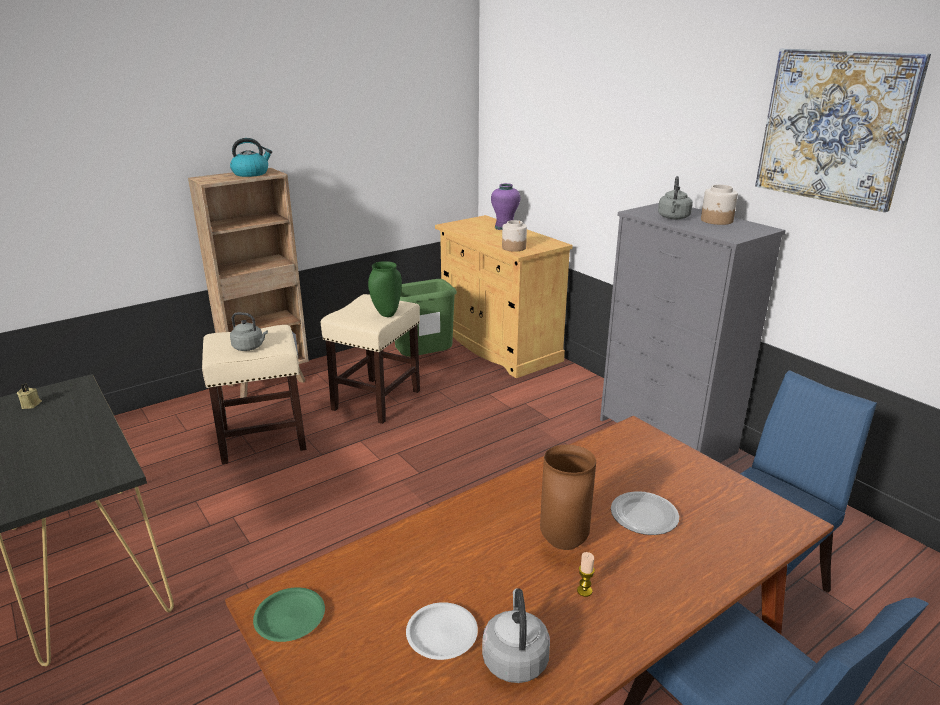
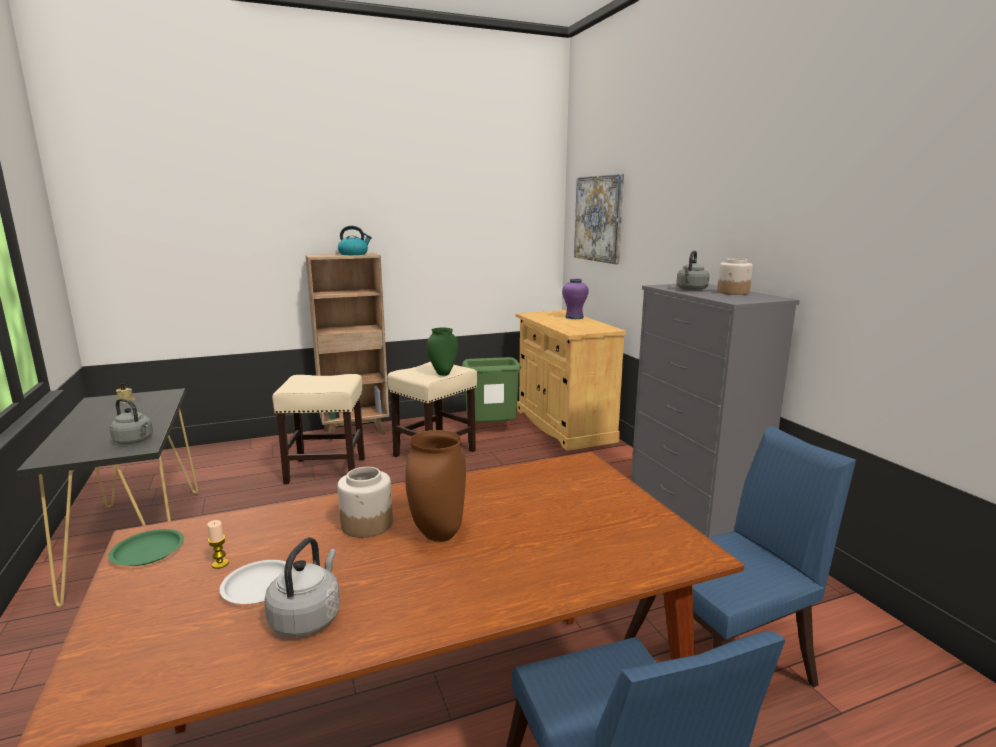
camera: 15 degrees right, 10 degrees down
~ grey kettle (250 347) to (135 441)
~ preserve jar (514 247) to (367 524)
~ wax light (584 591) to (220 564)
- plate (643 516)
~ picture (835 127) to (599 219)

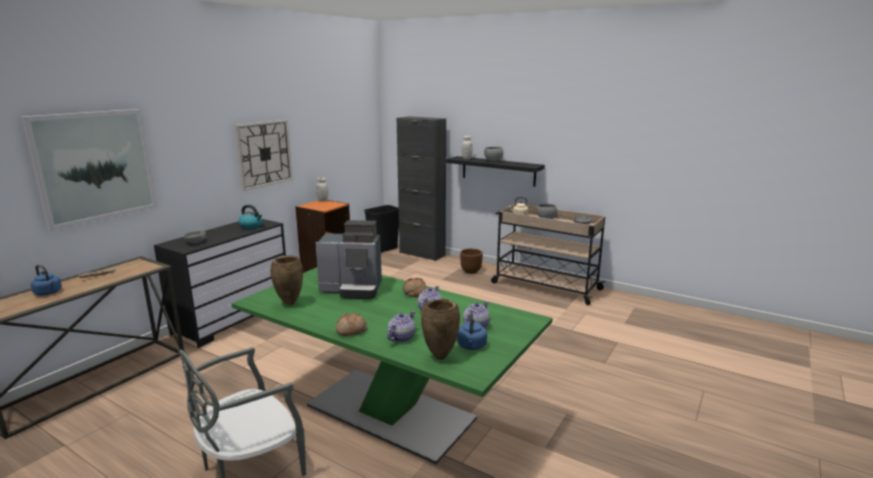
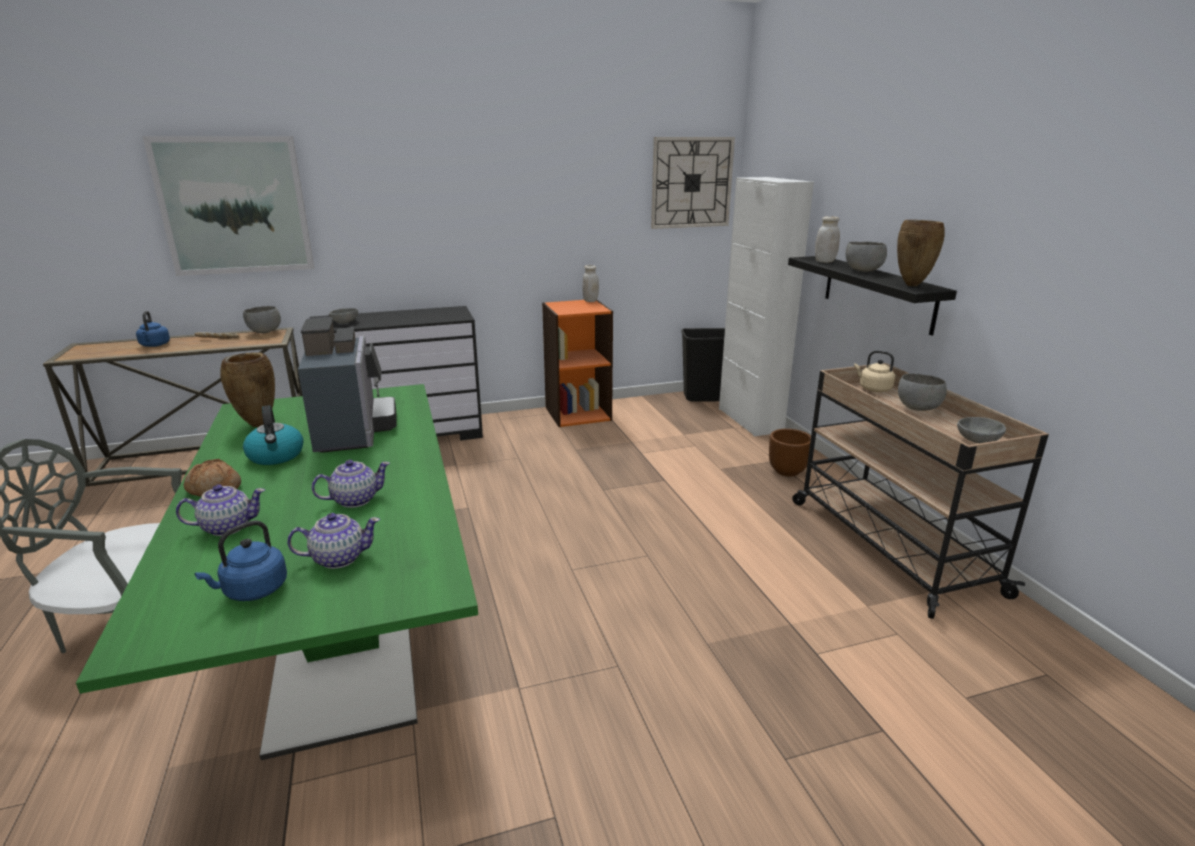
camera: 40 degrees right, 5 degrees up
~ clock on the wall (264 154) to (691 182)
~ kettle (251 226) to (276 456)
~ coffee brewer (353 289) = (353 431) 150 degrees counterclockwise
~ black-coloured cabinet (422 254) to white cabinet (750 420)
- baked bread (414 292)
~ brown-coloured decorative vase (440 356) to (912 285)
+ grey deep dish (264 332)

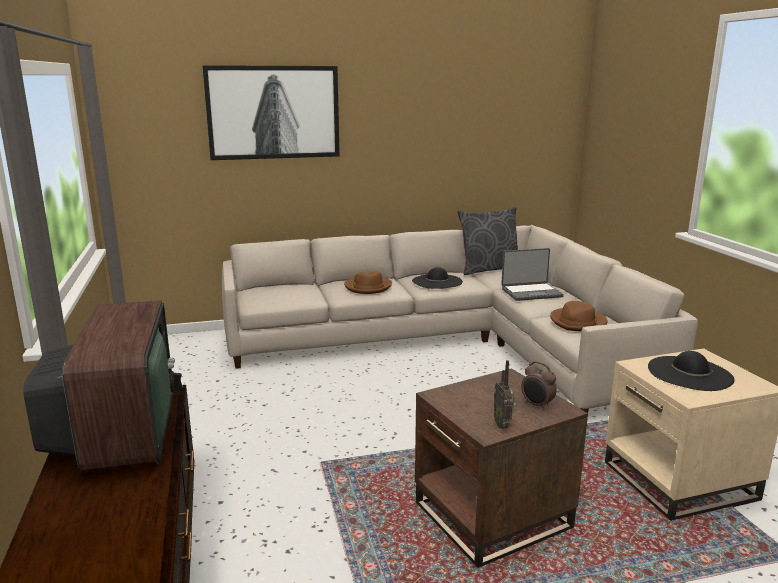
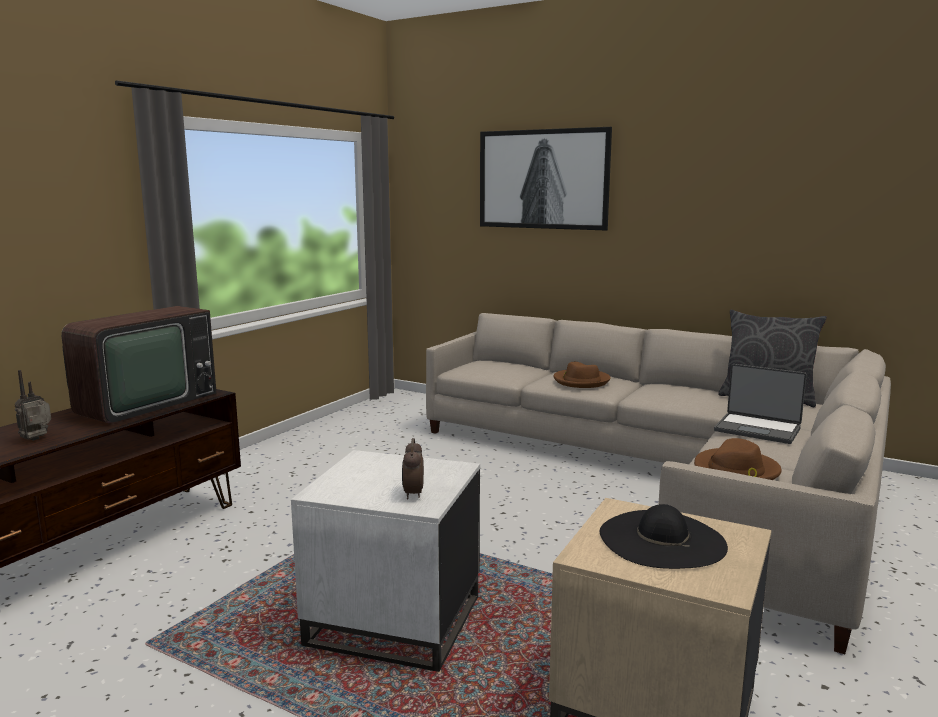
camera: 45 degrees right, 5 degrees down
- black-coloured hat (437 281)
~ brown-coloured side table (493 516) to white side table (393 622)
~ radio (503 425) to (38 439)

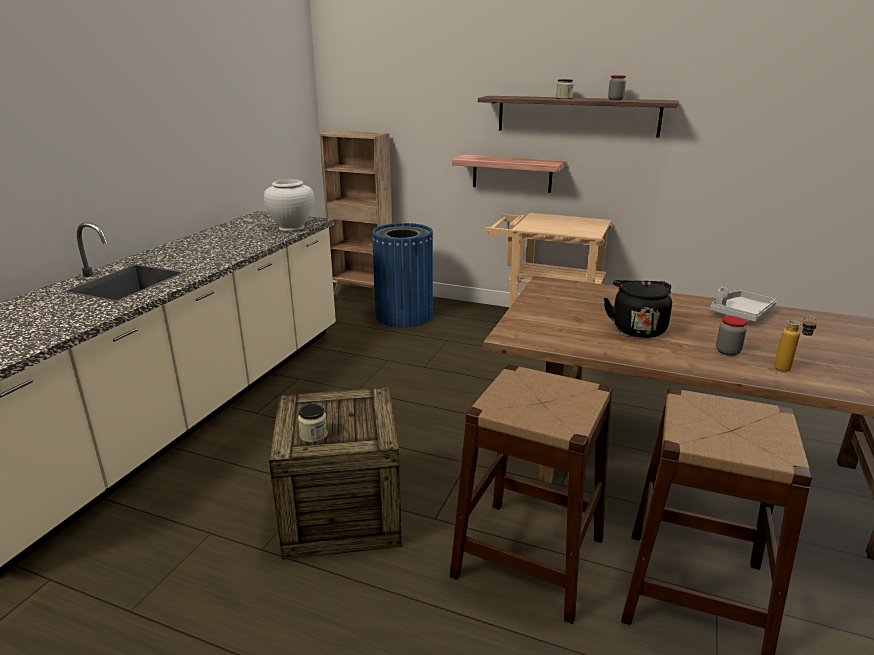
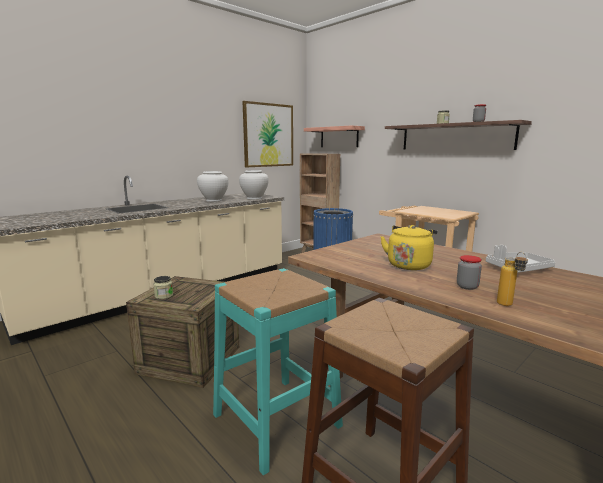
camera: 25 degrees right, 10 degrees down
~ brown-coloured stool seat (529 556) to turquoise-coloured stool seat (276 420)
~ shelf (512 173) to (339 137)
~ black-coloured kettle (637 328) to yellow-coloured kettle (409 265)
+ white decorative vase (214 200)
+ picture (268 135)

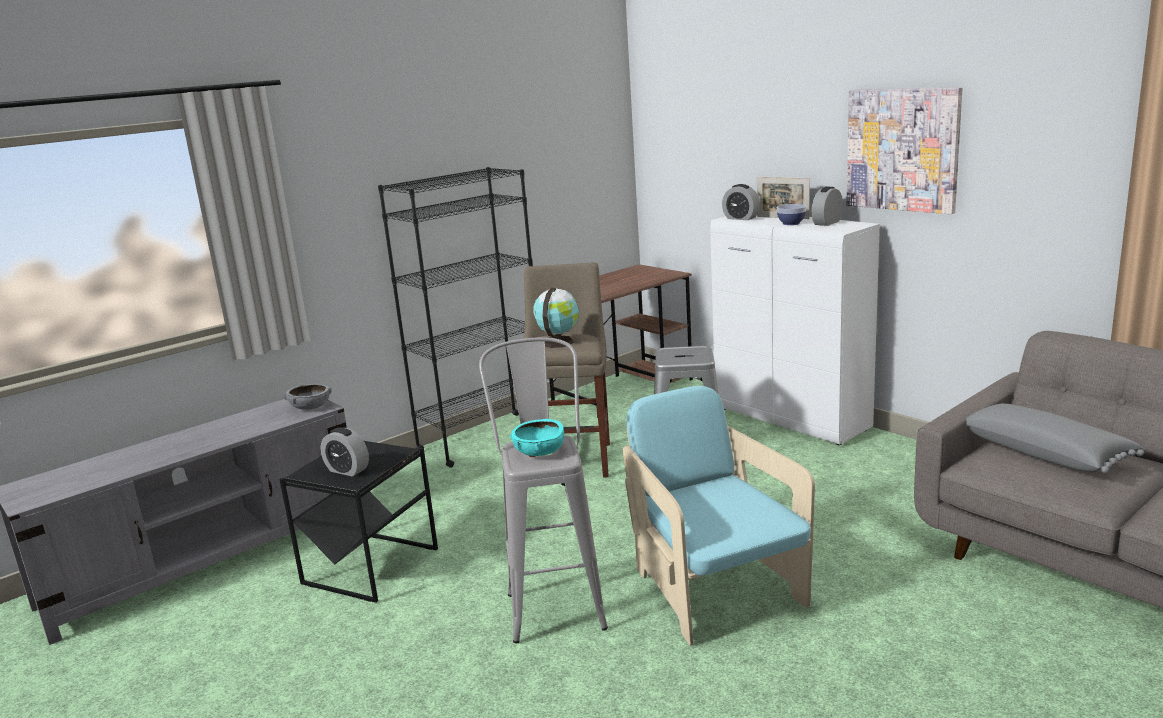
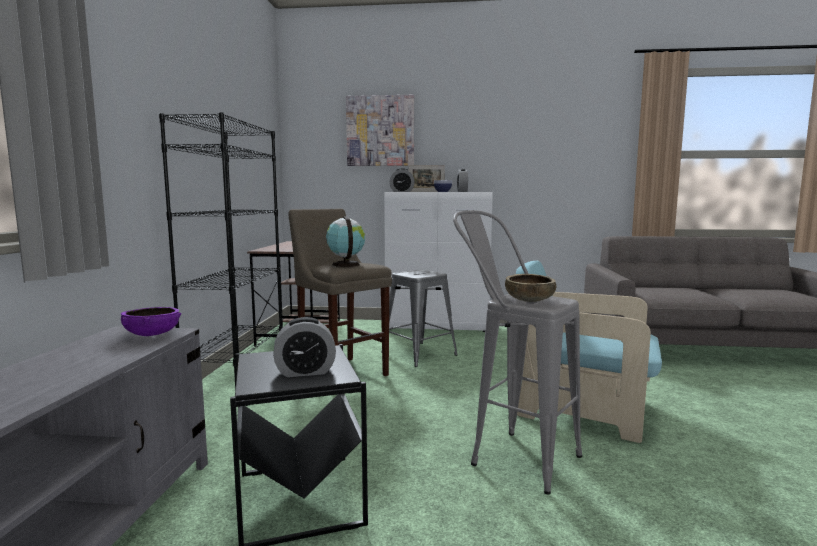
camera: 45 degrees left, 10 degrees down
~ grey deep dish (310 407) to purple deep dish (151 334)
~ turquoise-coloured deep dish (539 452) to brown-coloured deep dish (529 300)
~ picture (902 149) to (380 131)
- grey cushion (1045 453)

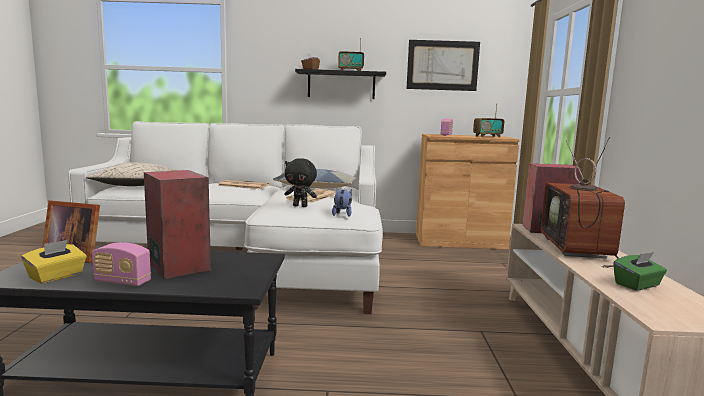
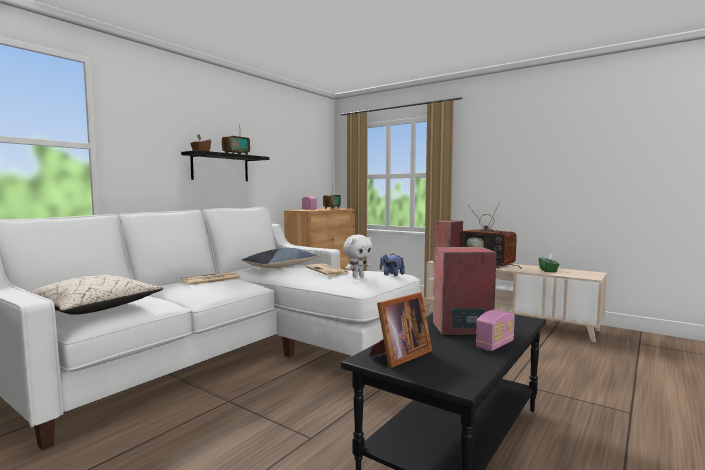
camera: 55 degrees left, 5 degrees down
- yellow-coloured tissue box (57 276)
~ black-coloured cuddly toy (300 206) to white cuddly toy (357 276)
- picture (442 65)

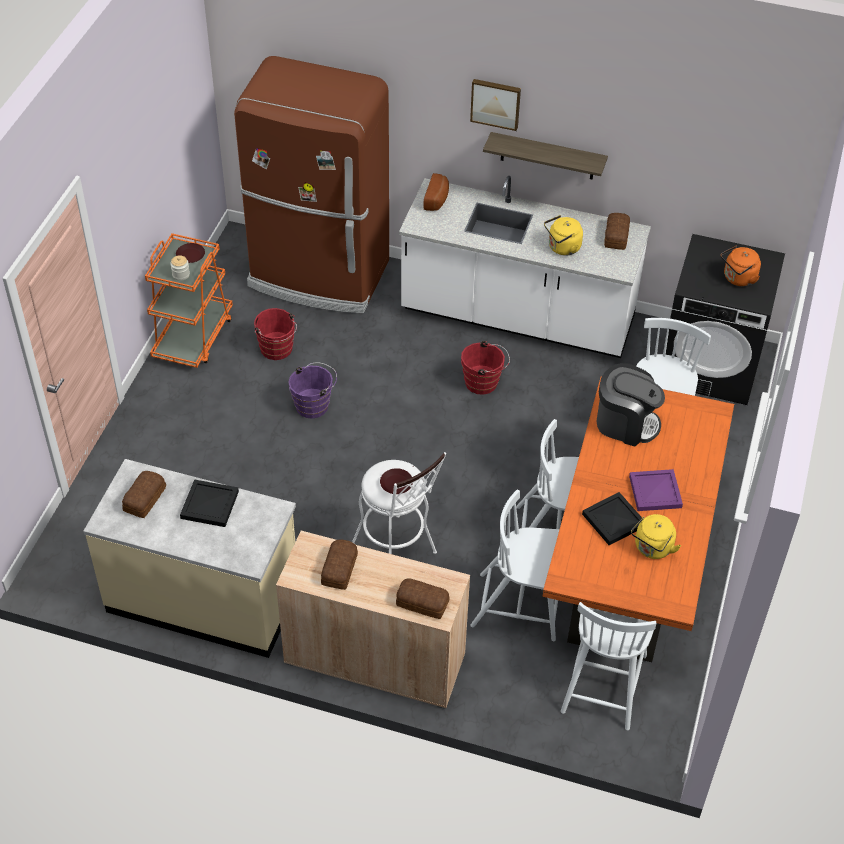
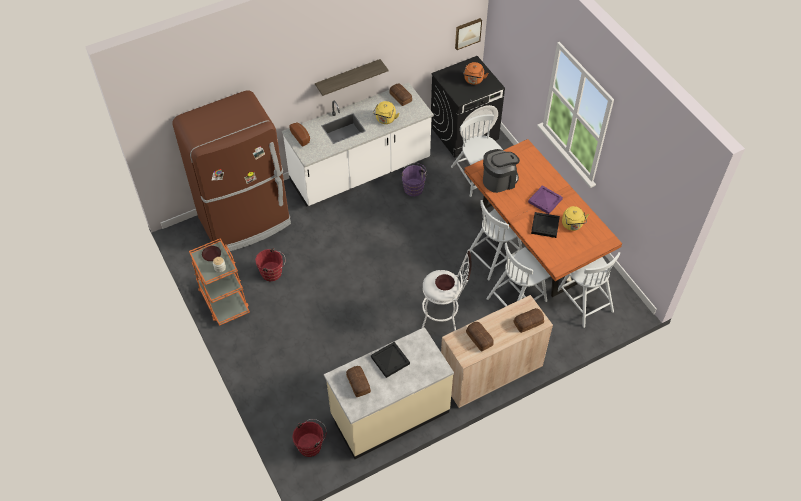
camera: 45 degrees left, 5 degrees up
~ purple pail (314 405) to (414 187)
~ red-coloured pail (484 383) to (311 445)
~ picture (496 103) to (467 33)

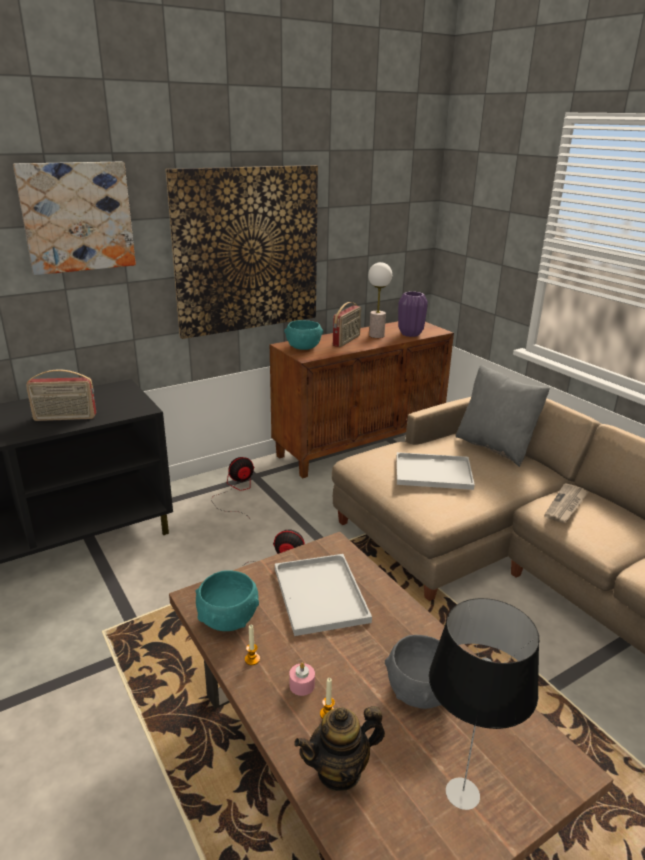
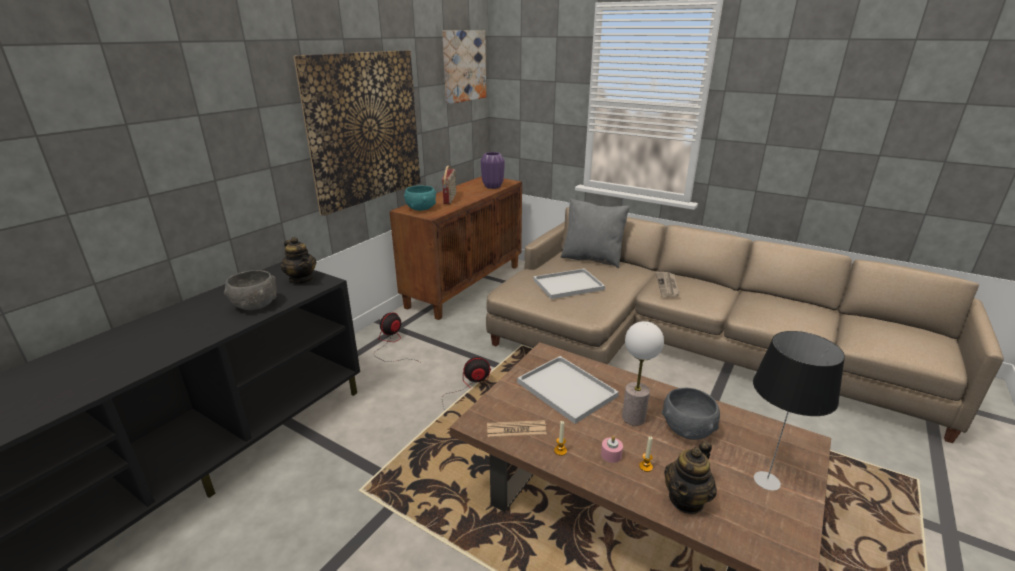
camera: 25 degrees left, 0 degrees up
~ picture (77 217) to (463 66)
~ radio (65 418) to grey deep dish (255 305)
~ turquoise-coloured deep dish (228 619) to daily paper (516 429)
~ lamp for a table (376 335) to (633 417)
+ tea pot (302 279)

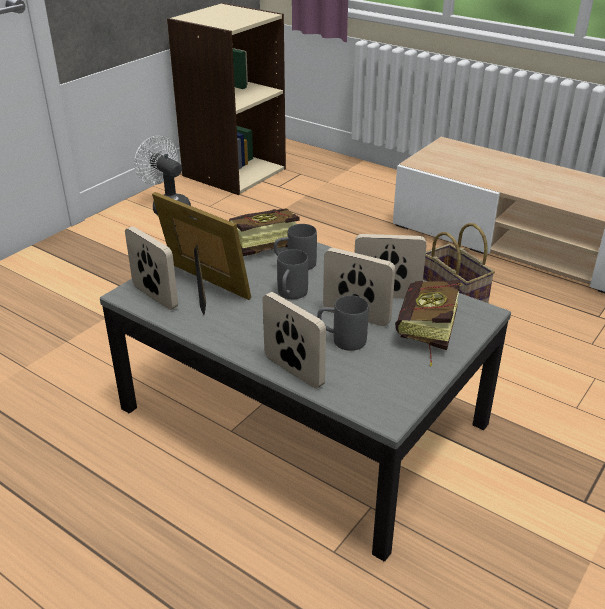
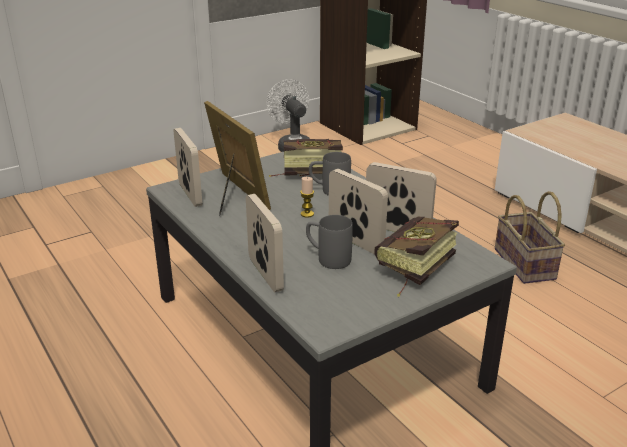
camera: 20 degrees right, 5 degrees down
~ grey tea mug (290 295) to wax light (307 214)

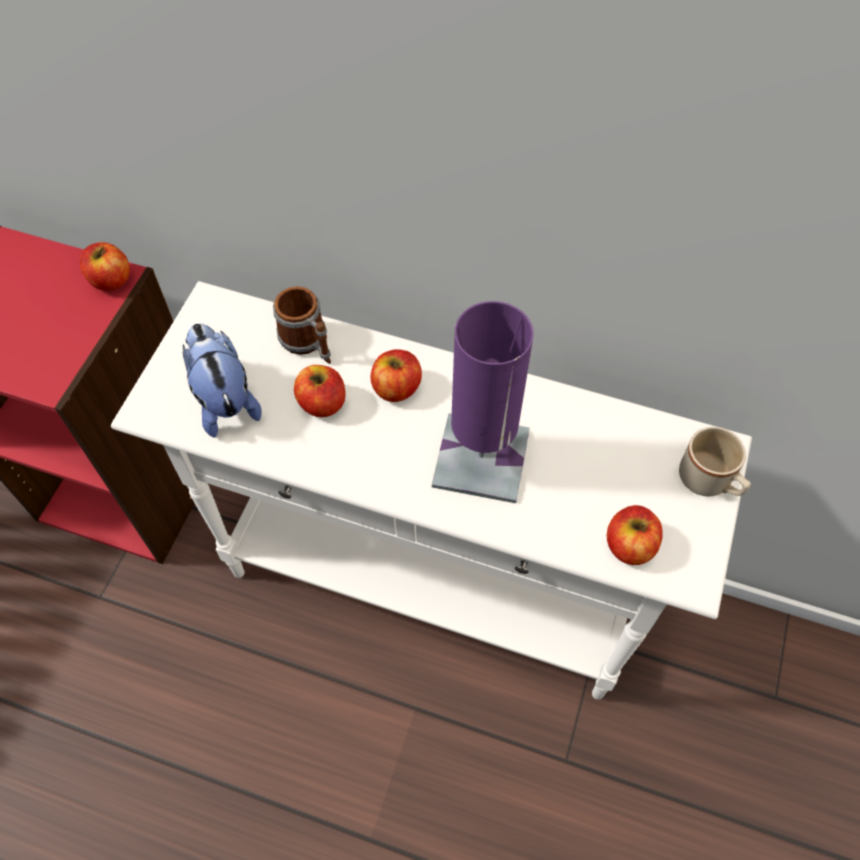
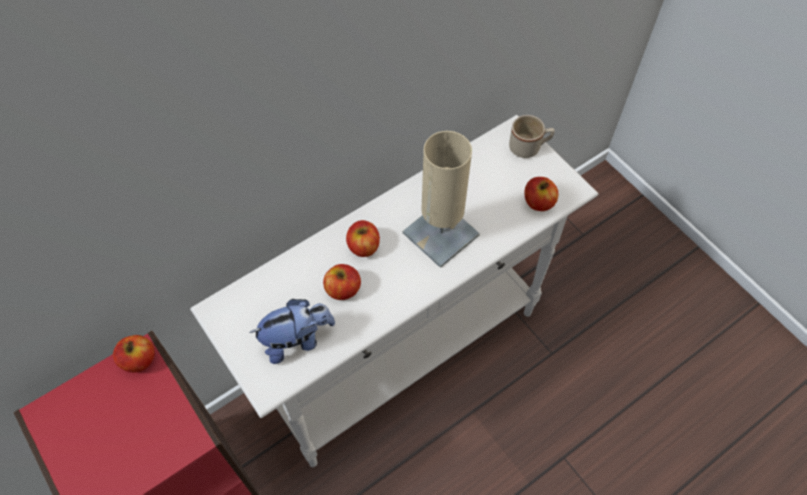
camera: 55 degrees left, 0 degrees up
~ cuddly toy (224 400) = (297 340) 150 degrees clockwise
- tea mug (308 343)
~ purple lamp for a table (481 458) to sand-coloured lamp for a table (440 234)

